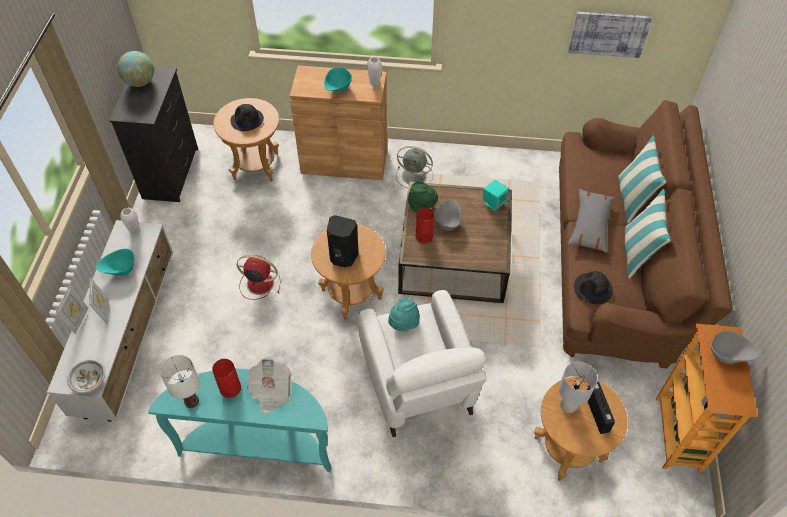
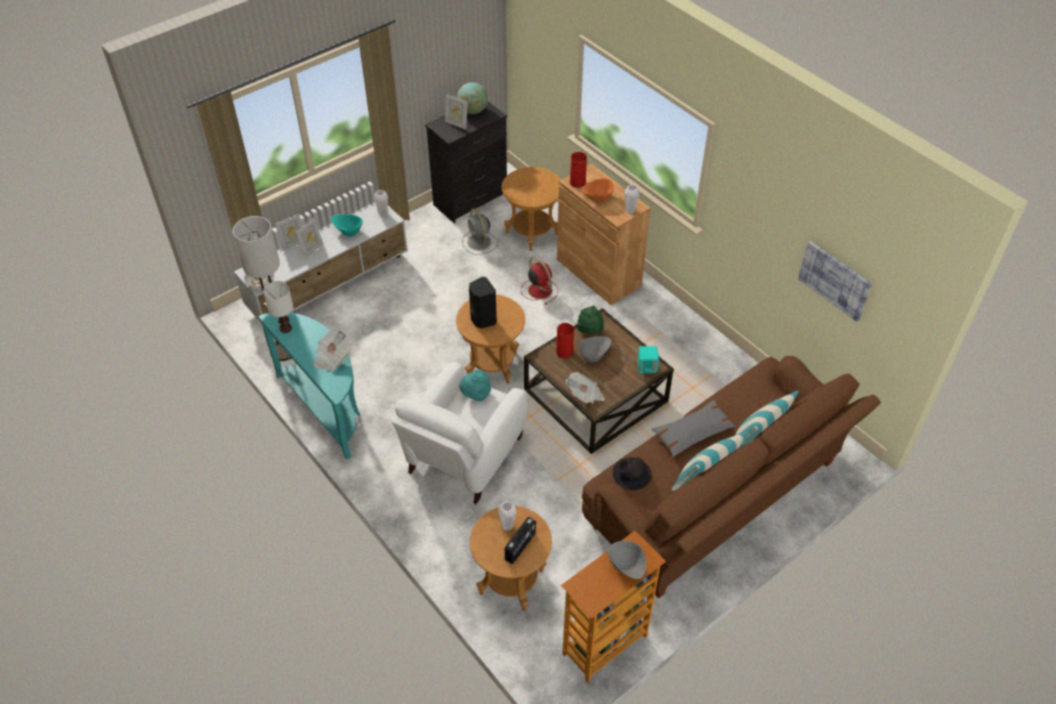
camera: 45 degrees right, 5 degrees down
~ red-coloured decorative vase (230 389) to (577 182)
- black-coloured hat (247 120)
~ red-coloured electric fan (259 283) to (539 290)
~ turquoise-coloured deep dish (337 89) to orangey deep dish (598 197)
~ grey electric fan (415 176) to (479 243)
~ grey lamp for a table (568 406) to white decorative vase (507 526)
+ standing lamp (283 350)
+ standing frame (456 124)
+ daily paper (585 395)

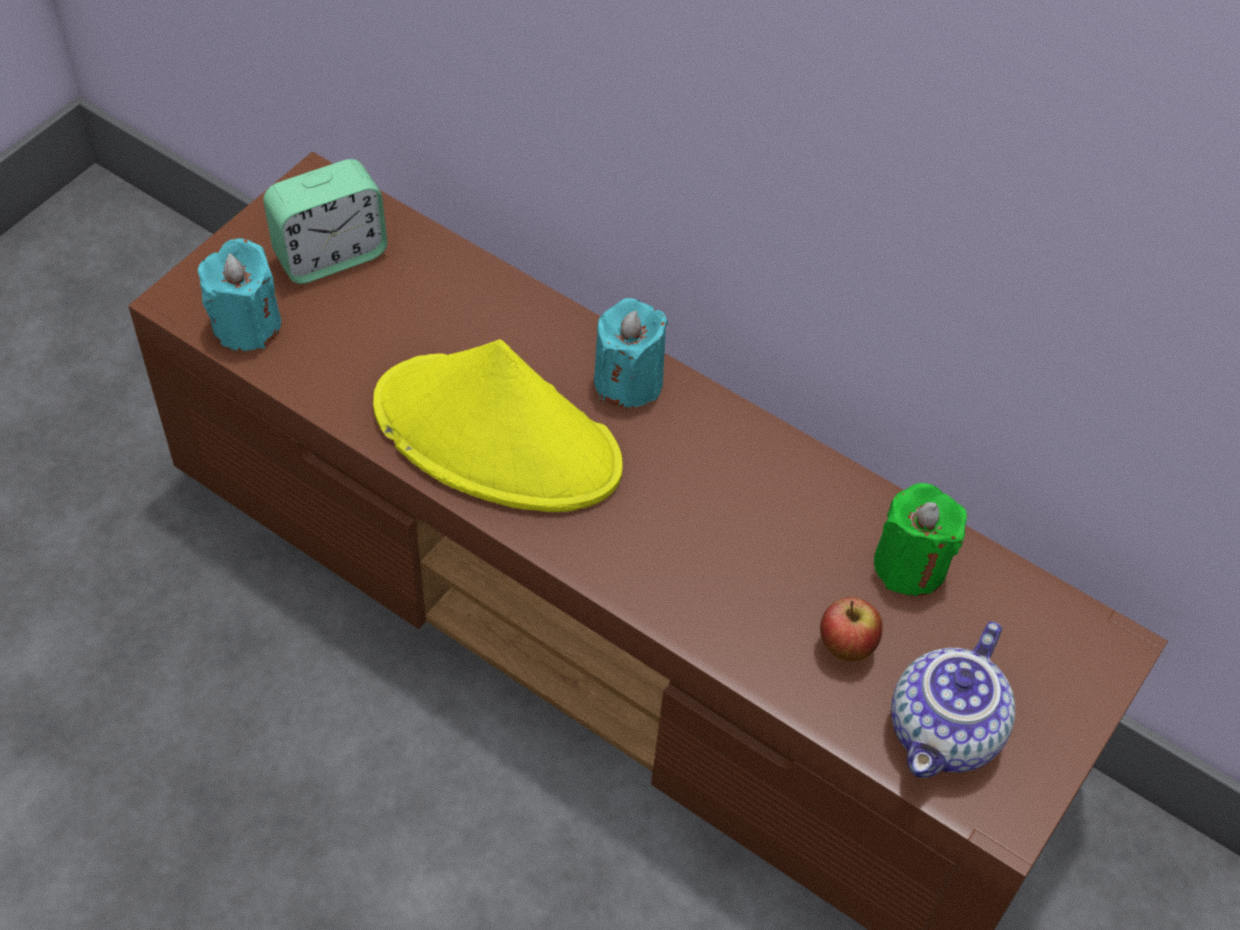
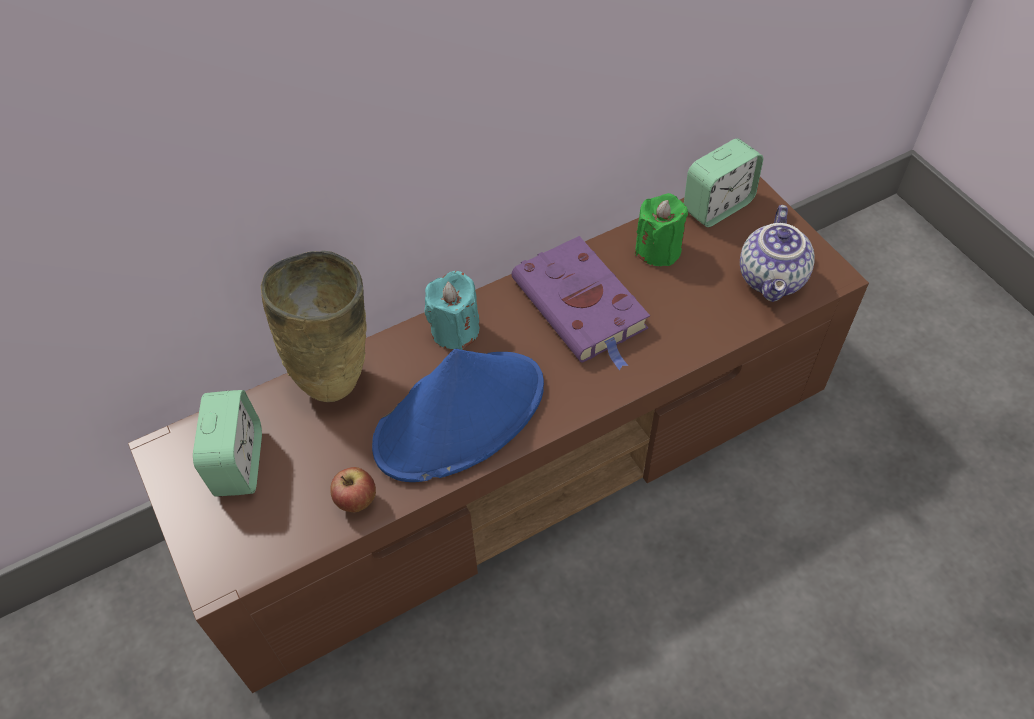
camera: 60 degrees left, 0 degrees up
- turquoise-coloured wax light (246 325)
~ yellow-coloured hat (498 437) to blue hat (461 416)
~ apple fruit (845 647) to (357 502)
~ tea pot (945 734) = (773 279) 45 degrees clockwise
+ sand-coloured decorative vase (338 380)
+ purple volume (582 307)
+ bedside clock (717 206)

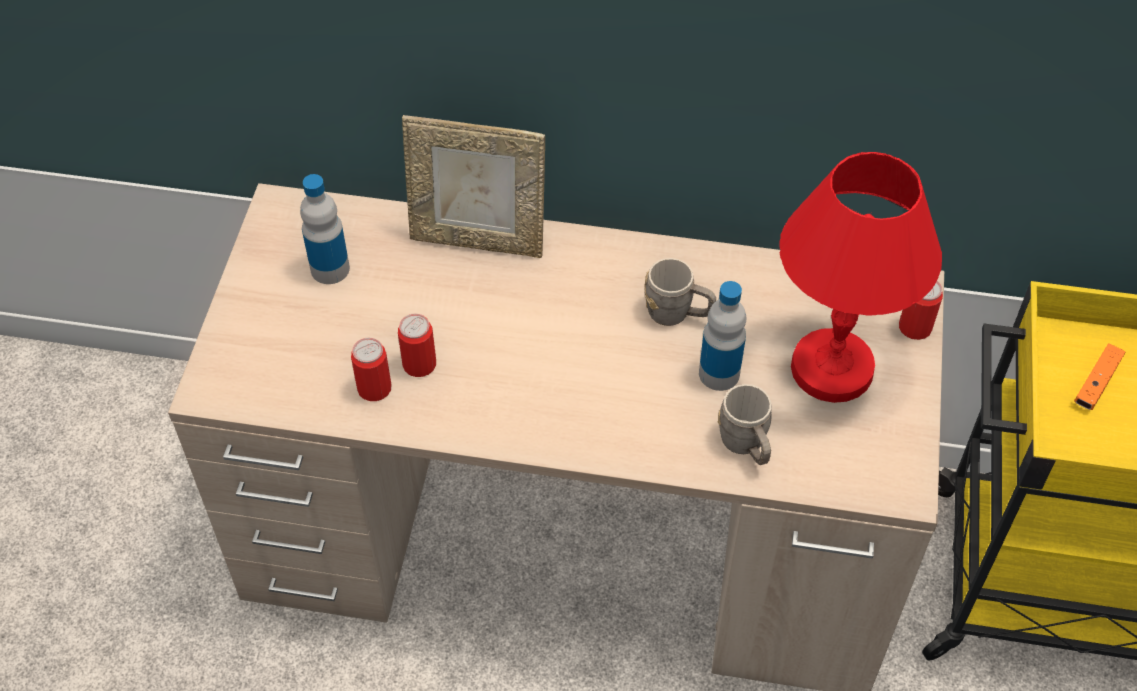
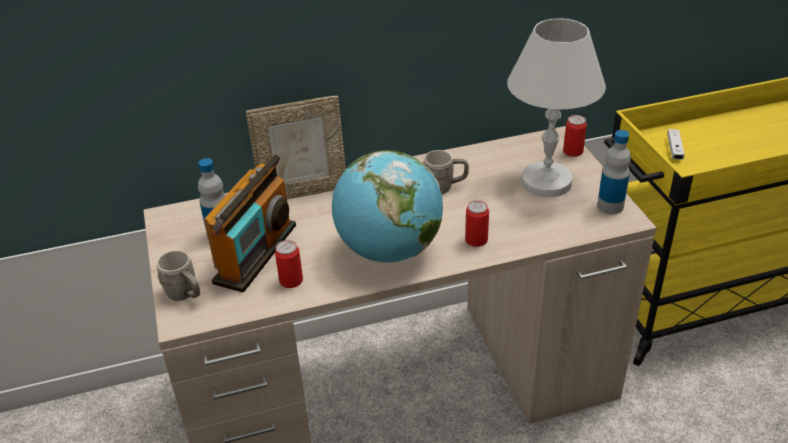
camera: 25 degrees left, 15 degrees down
~ can (419 364) to (476 240)
~ bottle (719 373) to (610 206)
~ grey tea mug (746 446) to (185 294)
~ red-coloured lamp for a table (831 367) to white lamp for a table (545 181)
~ orangey gamepad (1096 383) to white gamepad (674 149)
+ radio (256 254)
+ world globe (389 250)

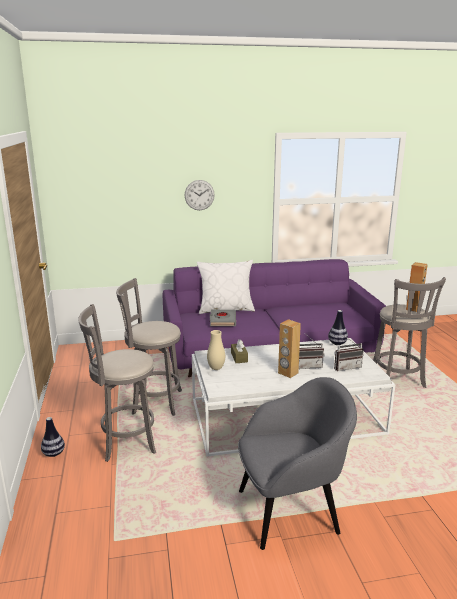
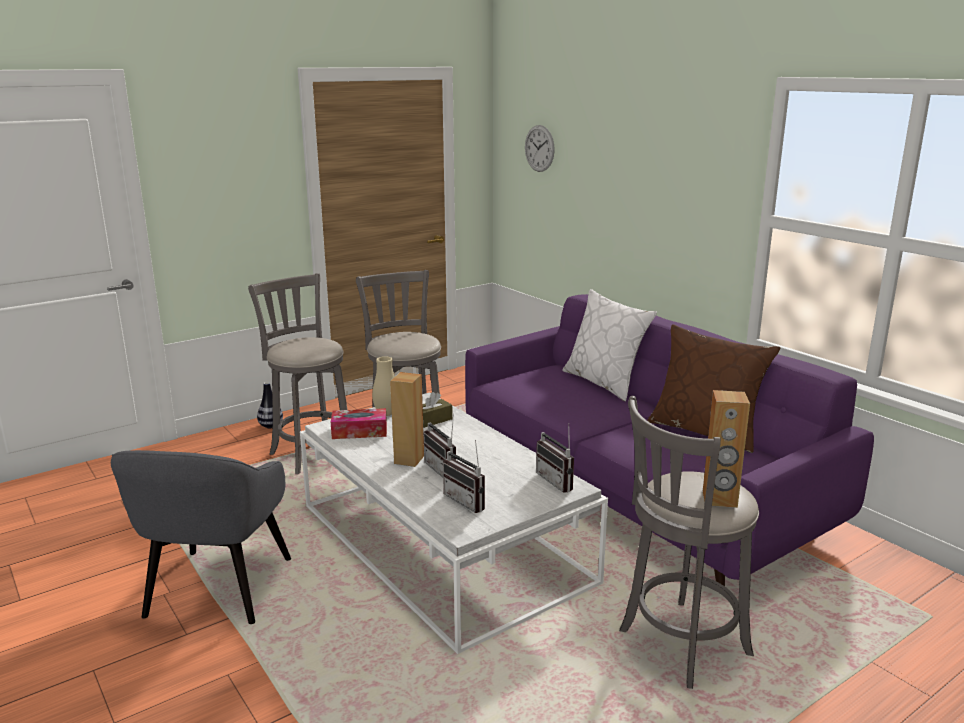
camera: 65 degrees right, 0 degrees up
~ clock on the wall (199 195) to (539 148)
- grey volume (222 320)
~ grey easy chair (290 510) = (218 589) 45 degrees clockwise
~ decorative vase (337 343) to radio (559 481)
+ tissue box (359 431)
+ brown-coloured cushion (706 431)

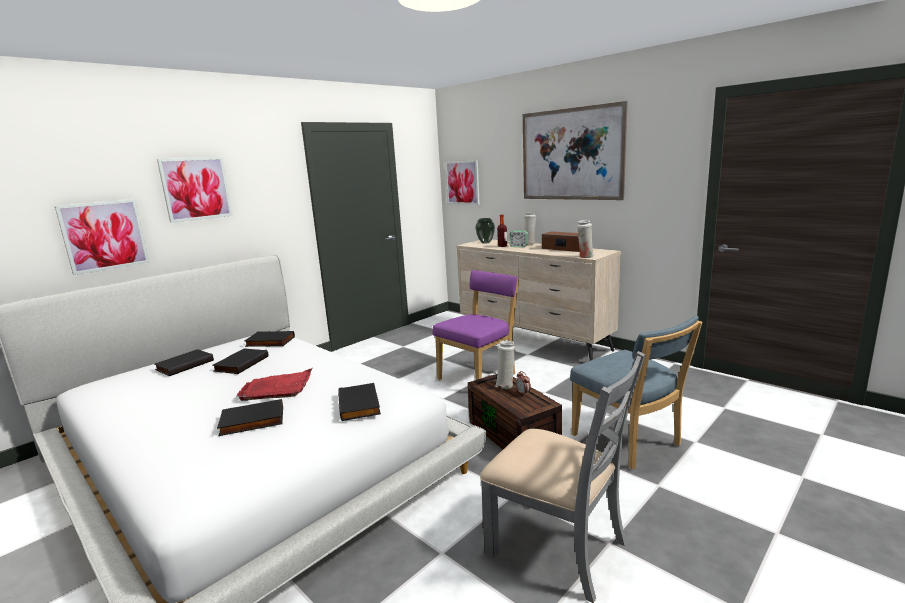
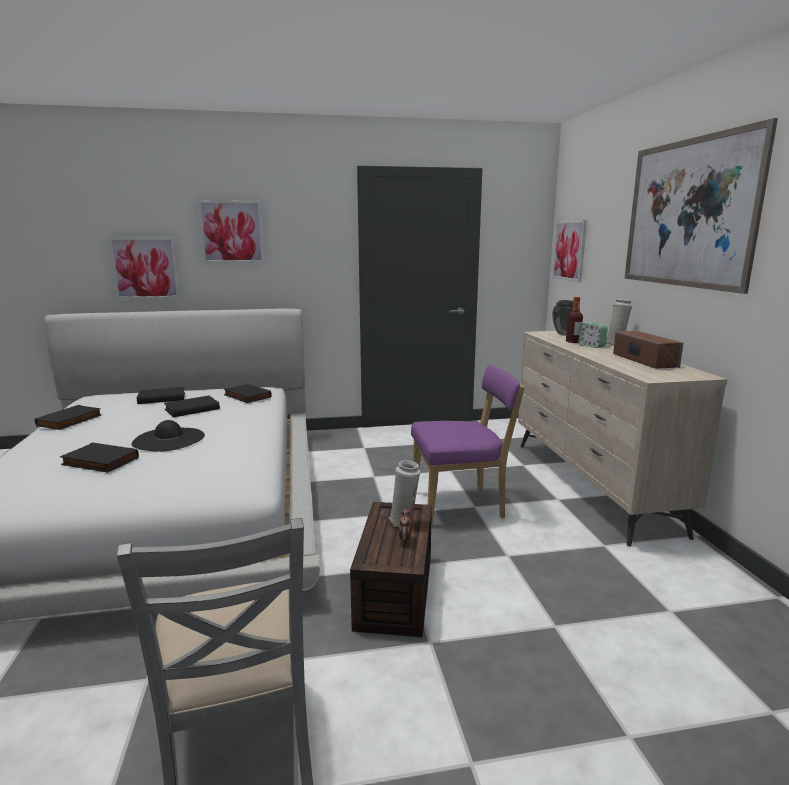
camera: 35 degrees right, 0 degrees up
~ red-coloured carrying tray (277 388) to black-coloured hat (168 439)
~ black-coloured volume (360 404) to (70 421)
- blue plain chair (629 442)
- white decorative vase (585 257)

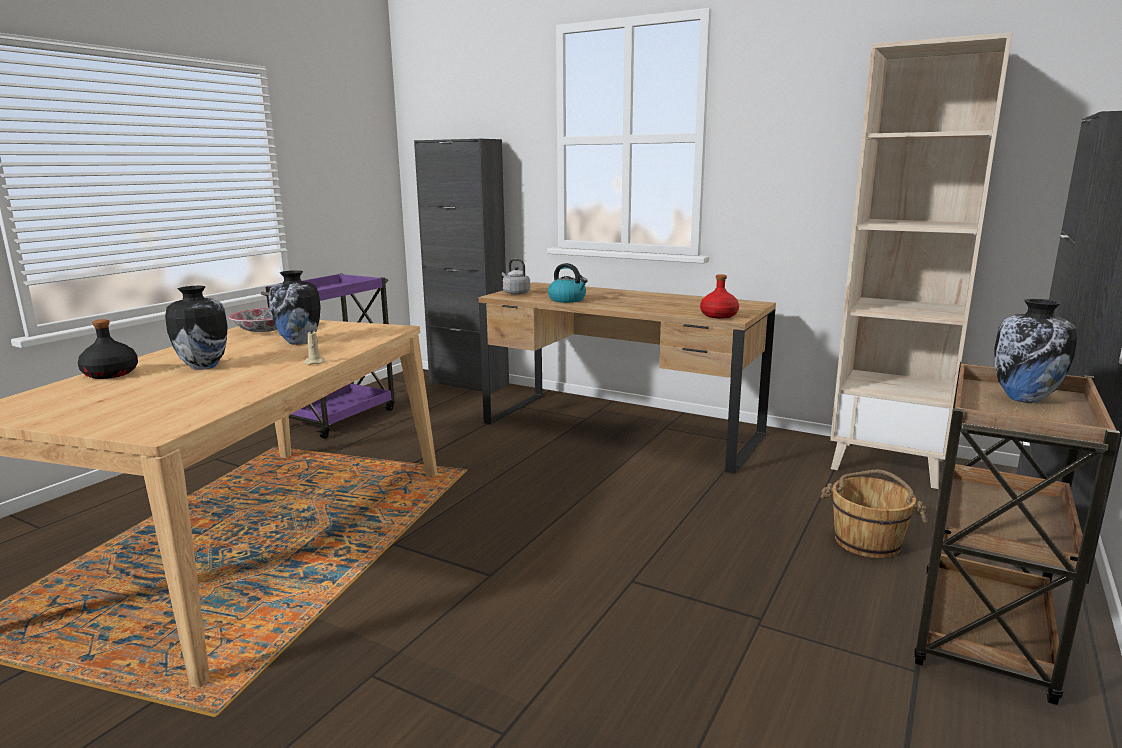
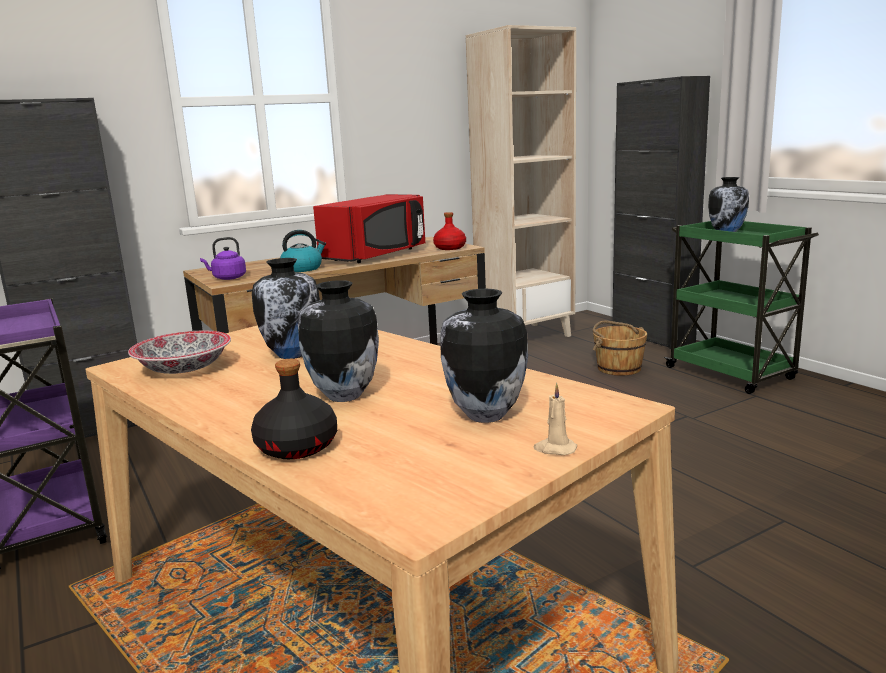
camera: 60 degrees left, 0 degrees up
~ sand-coloured wax light (315 362) to (555 449)
~ grey kettle (515 293) to purple kettle (227 278)
~ brown-coloured wheeled cart (983 636) to green-coloured wheeled cart (731 374)
+ red-coloured kitchen microwave (377 255)
+ decorative vase (484 416)

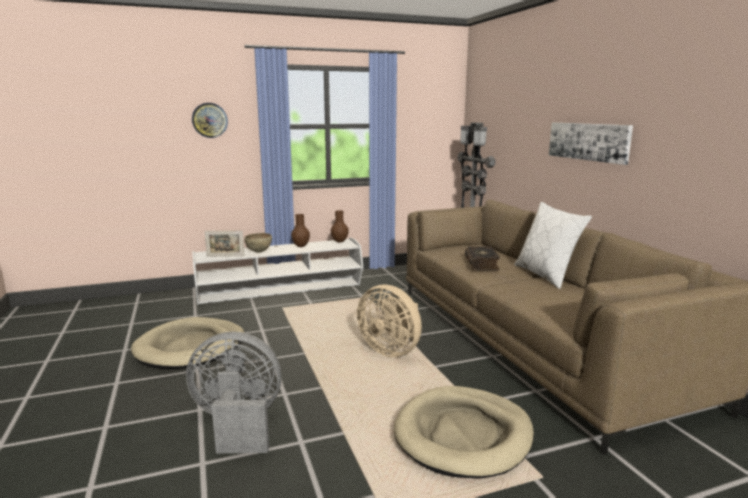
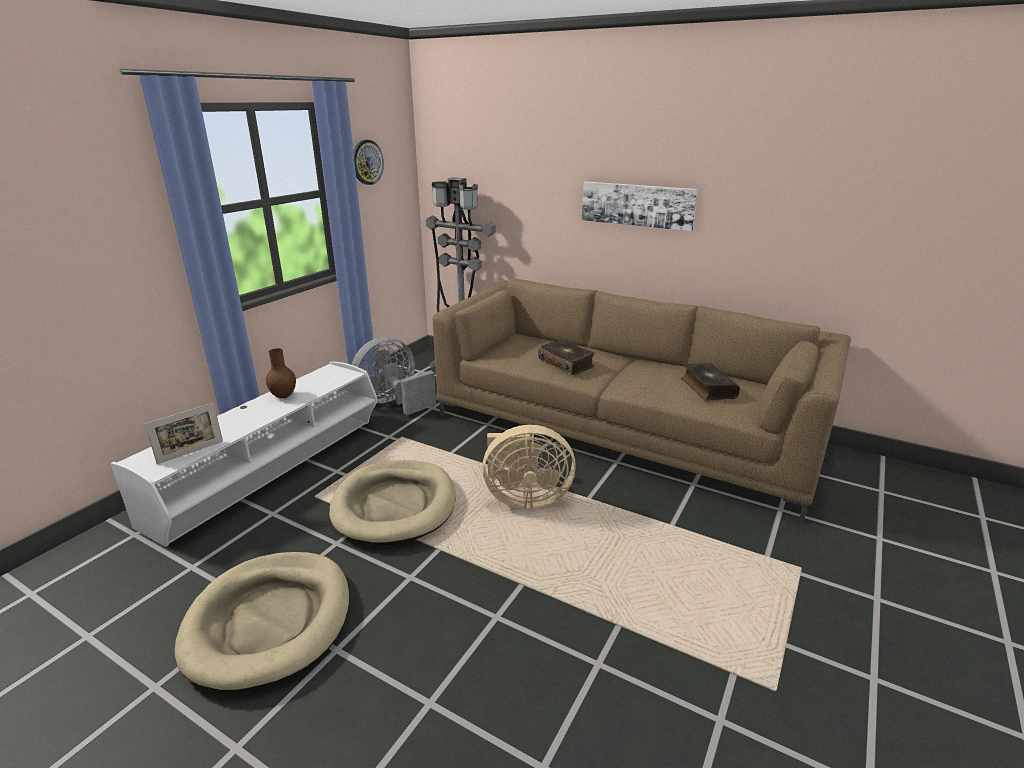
camera: 40 degrees left, 10 degrees up
~ grey electric fan (238 424) to (393 403)
~ clock on the wall (209 120) to (367 162)
- brown-coloured deep dish (259 252)
- brown-coloured decorative vase (339 242)
~ sand-coloured dog cushion (463 435) to (395 505)
- white cushion (546 275)
+ volume (707 388)

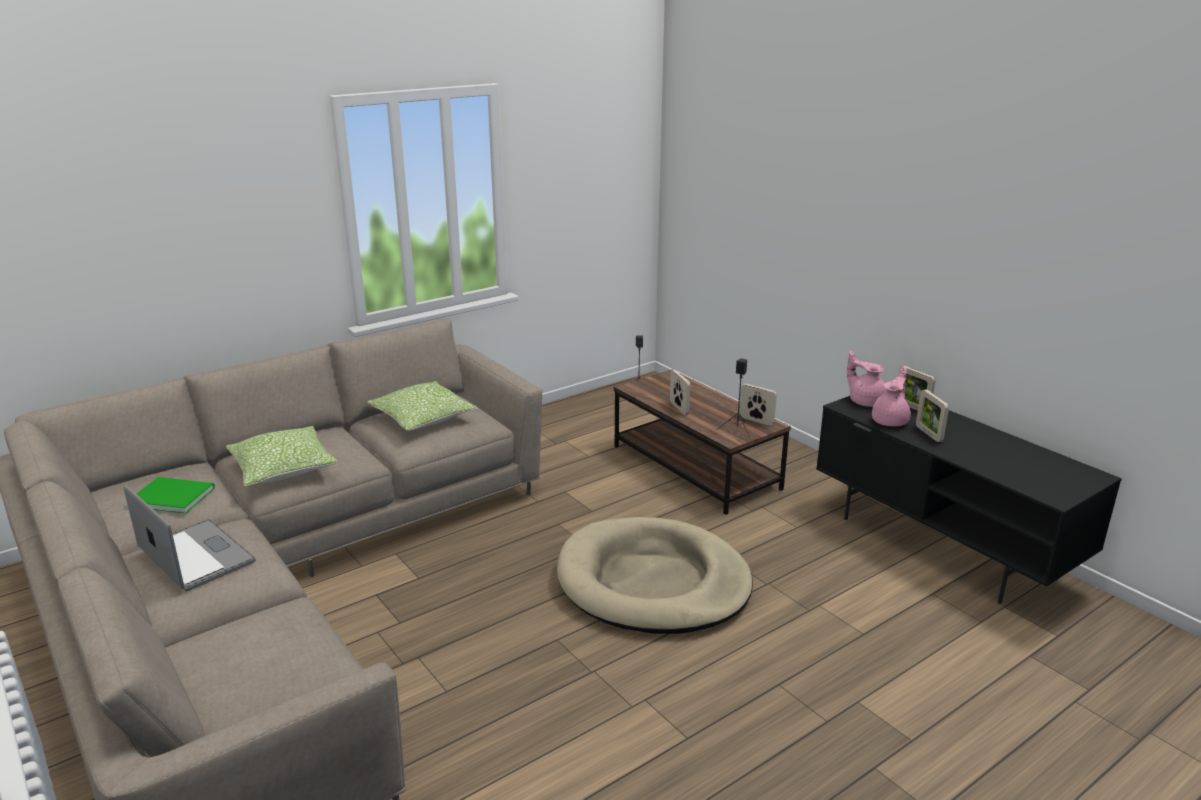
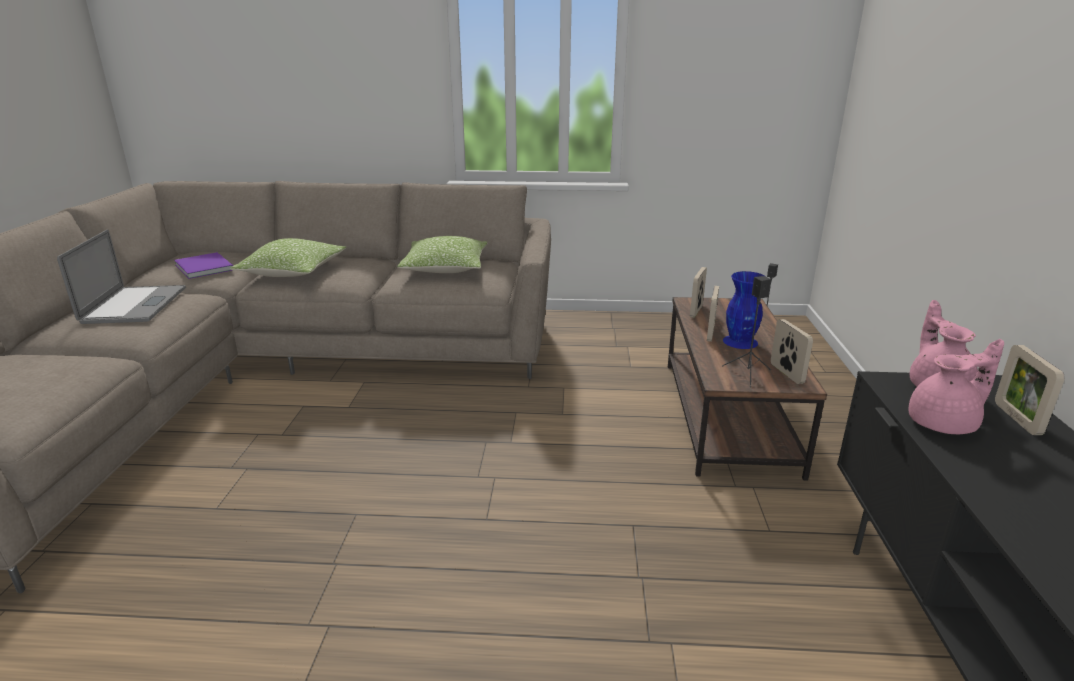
camera: 40 degrees right, 0 degrees up
~ green-coloured volume (171 496) to purple volume (205 266)
- sand-coloured dog cushion (653 582)
~ standing frame (928 434) to (696 311)
+ blue decorative vase (740 342)

